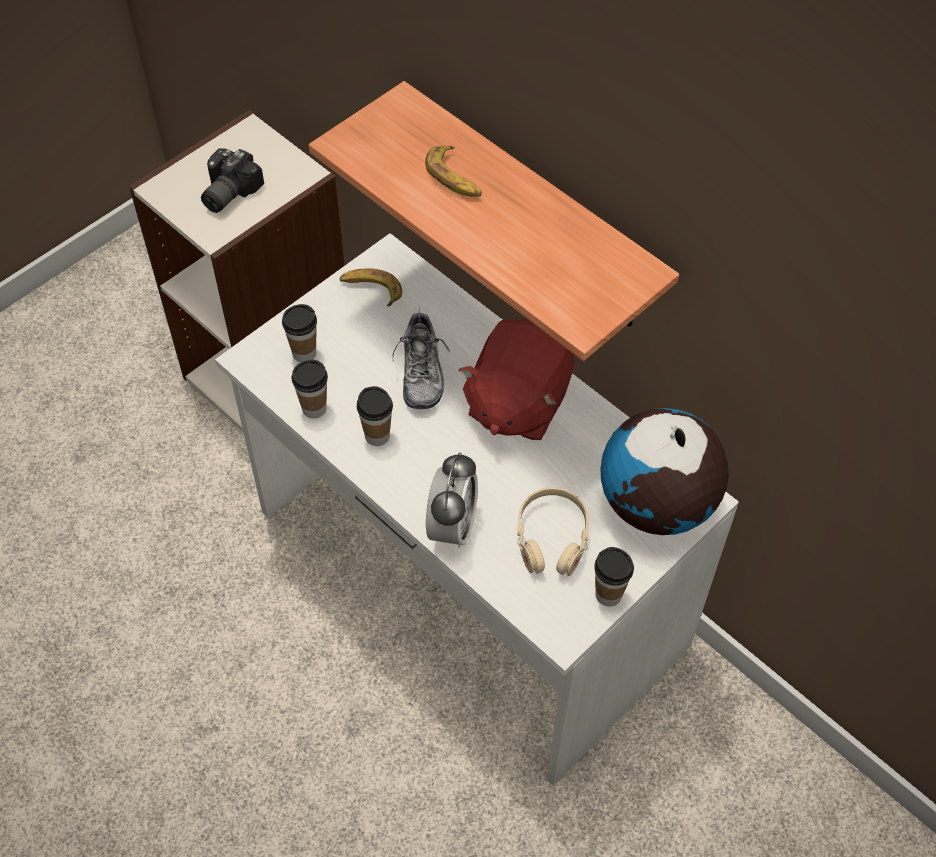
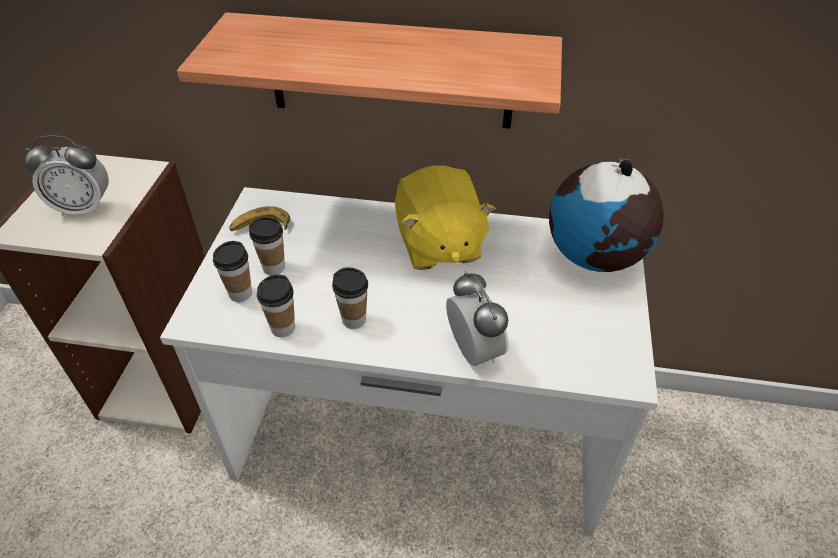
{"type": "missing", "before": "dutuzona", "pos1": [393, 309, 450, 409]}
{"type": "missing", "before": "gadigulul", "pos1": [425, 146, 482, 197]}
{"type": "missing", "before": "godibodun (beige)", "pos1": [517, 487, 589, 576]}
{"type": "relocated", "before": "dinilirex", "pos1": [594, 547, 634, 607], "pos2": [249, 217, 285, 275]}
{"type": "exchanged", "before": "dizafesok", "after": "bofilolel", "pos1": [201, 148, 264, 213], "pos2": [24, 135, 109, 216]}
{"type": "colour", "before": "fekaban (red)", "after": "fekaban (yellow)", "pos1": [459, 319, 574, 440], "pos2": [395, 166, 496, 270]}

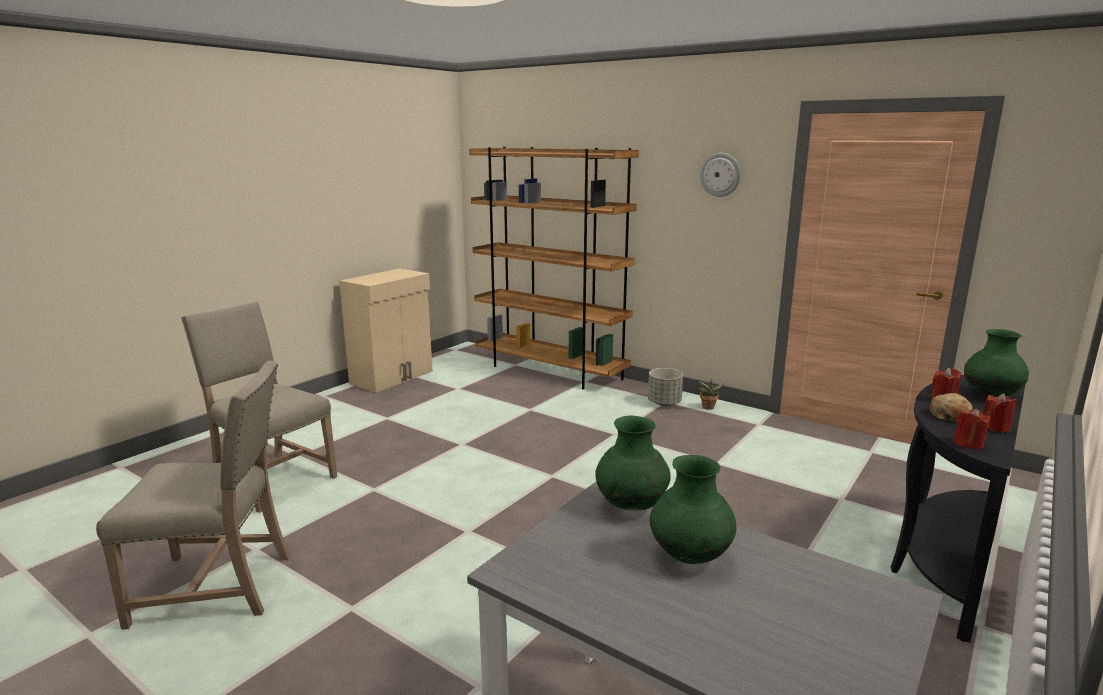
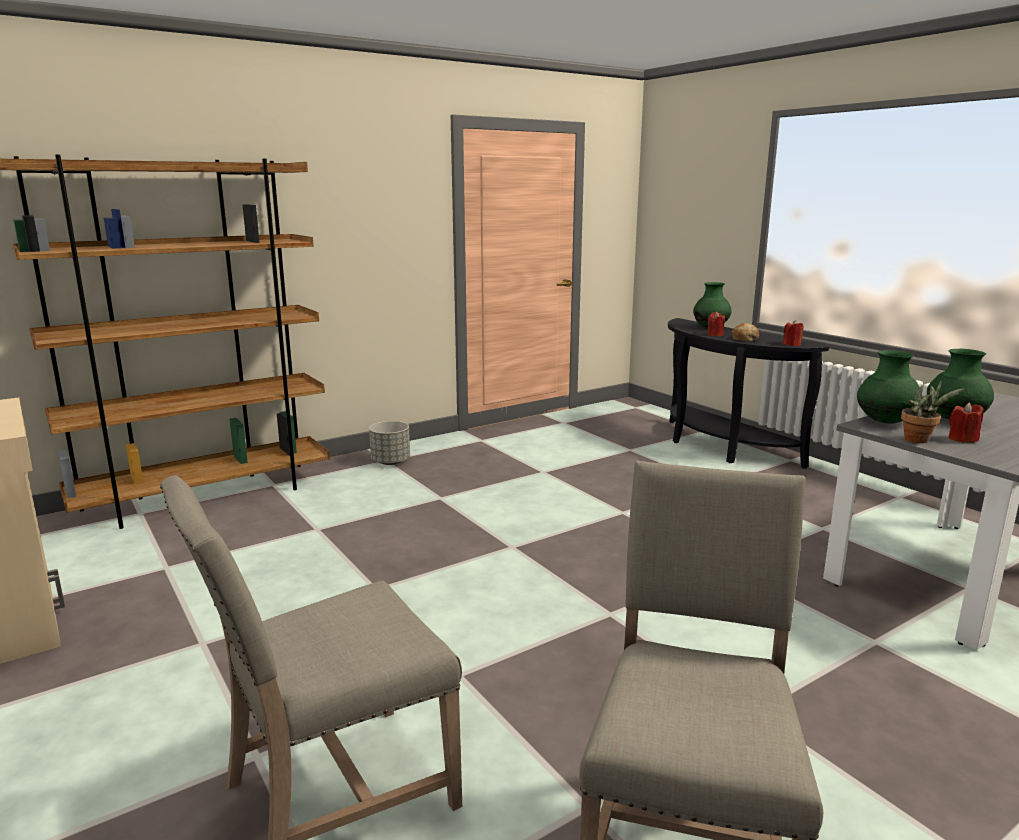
{"type": "missing", "before": "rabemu", "pos1": [700, 153, 741, 197]}
{"type": "relocated", "before": "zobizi", "pos1": [698, 378, 725, 410], "pos2": [901, 380, 964, 443]}
{"type": "relocated", "before": "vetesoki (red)", "pos1": [983, 393, 1017, 433], "pos2": [948, 403, 984, 443]}

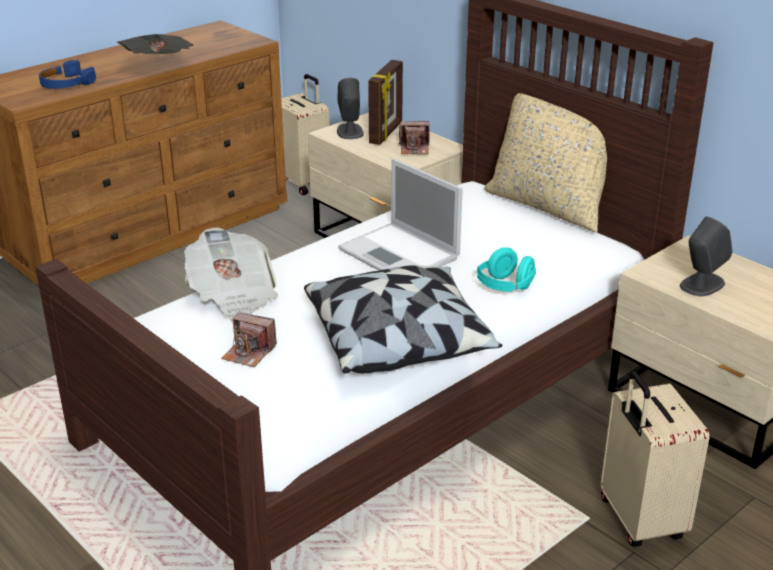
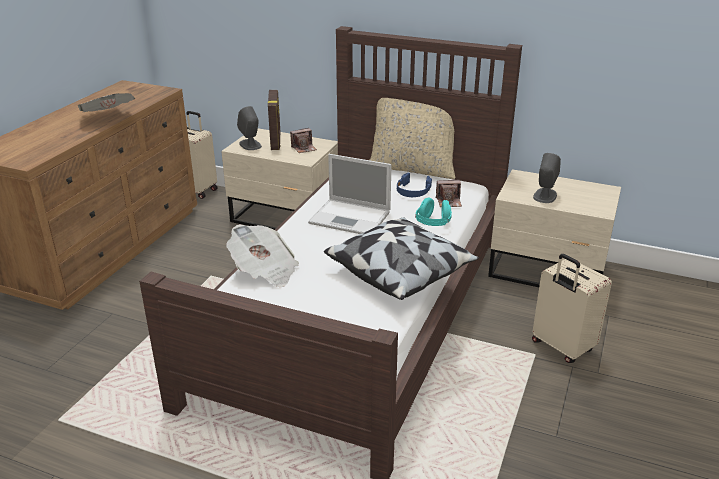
{"type": "relocated", "before": "godibodun (blue)", "pos1": [39, 60, 96, 89], "pos2": [397, 173, 432, 197]}
{"type": "relocated", "before": "dizafesok", "pos1": [221, 312, 277, 367], "pos2": [435, 180, 462, 207]}

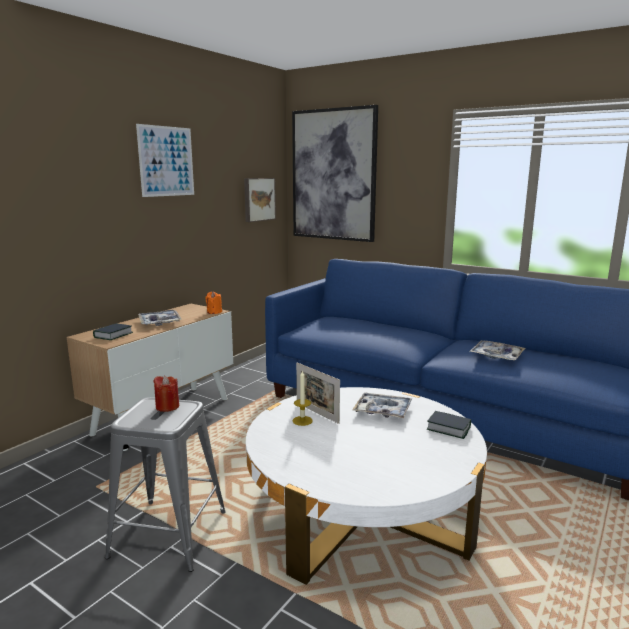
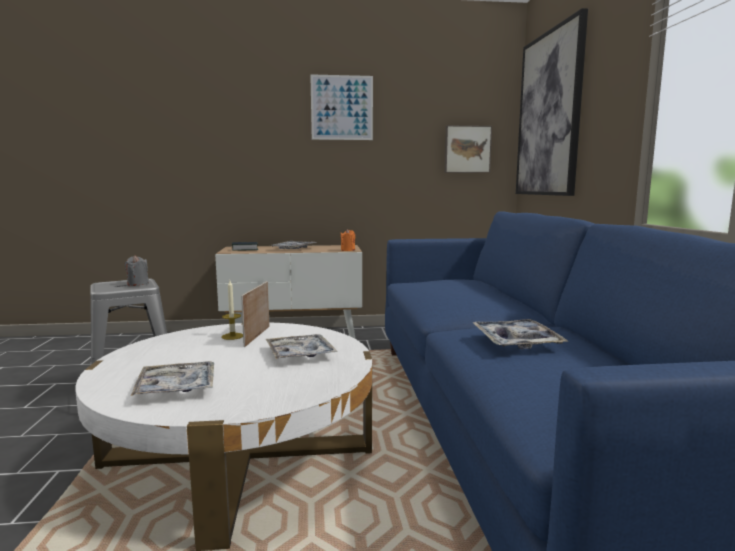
{"type": "missing", "before": "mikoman", "pos1": [427, 411, 471, 439]}
{"type": "appeared", "after": "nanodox", "pos2": [131, 361, 214, 396]}
{"type": "colour", "before": "vetesoki (red)", "after": "vetesoki (grey)", "pos1": [153, 376, 179, 412], "pos2": [125, 255, 149, 286]}

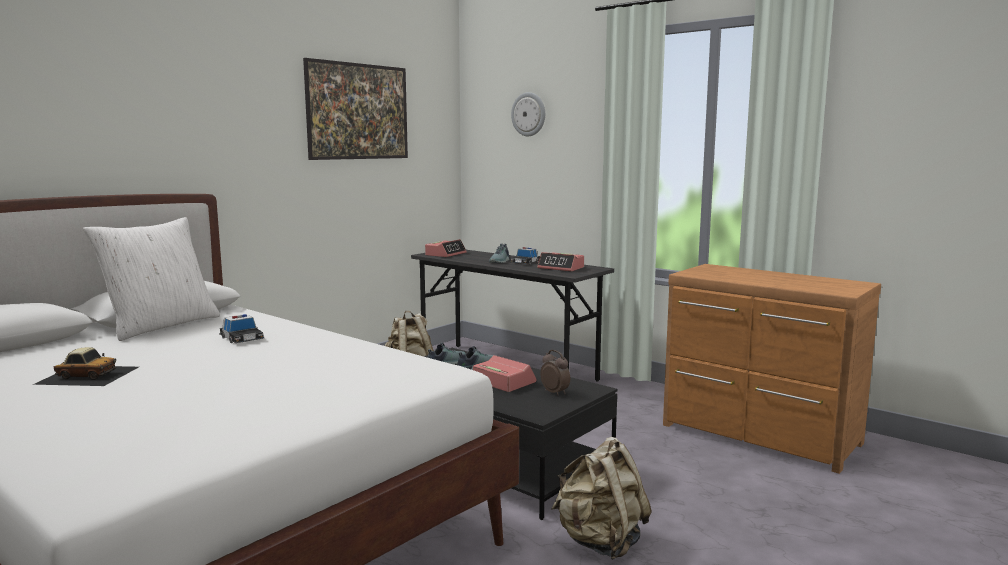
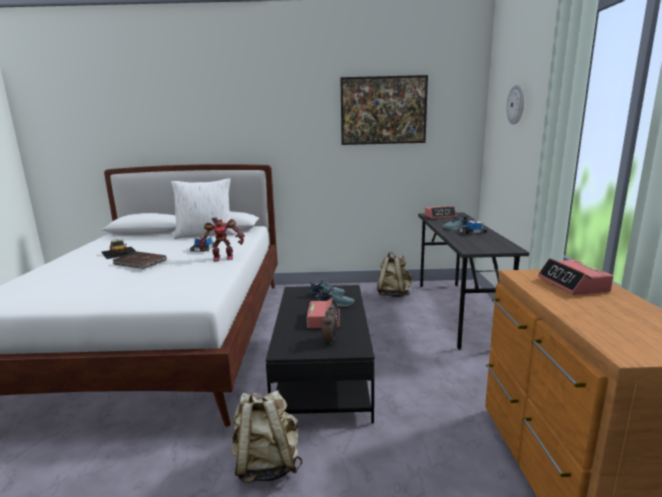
{"type": "appeared", "after": "mikoman (brown)", "pos2": [112, 252, 167, 269]}
{"type": "appeared", "after": "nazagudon", "pos2": [199, 217, 245, 261]}
{"type": "relocated", "before": "bofilolel", "pos1": [537, 252, 584, 272], "pos2": [538, 258, 613, 295]}

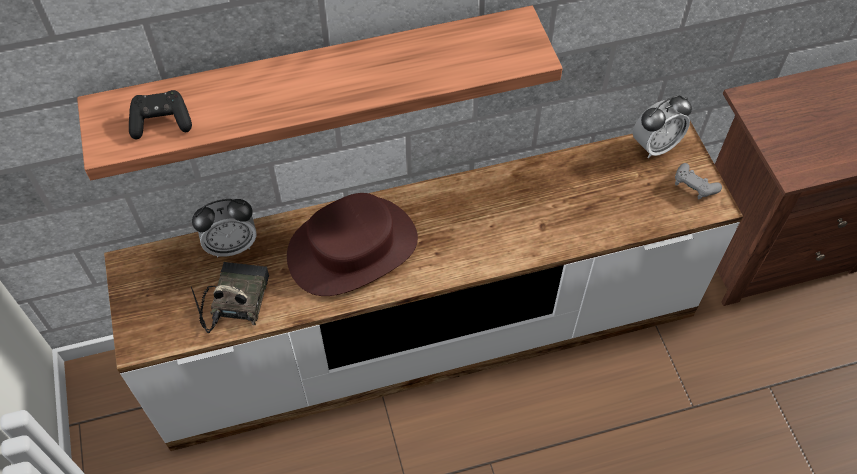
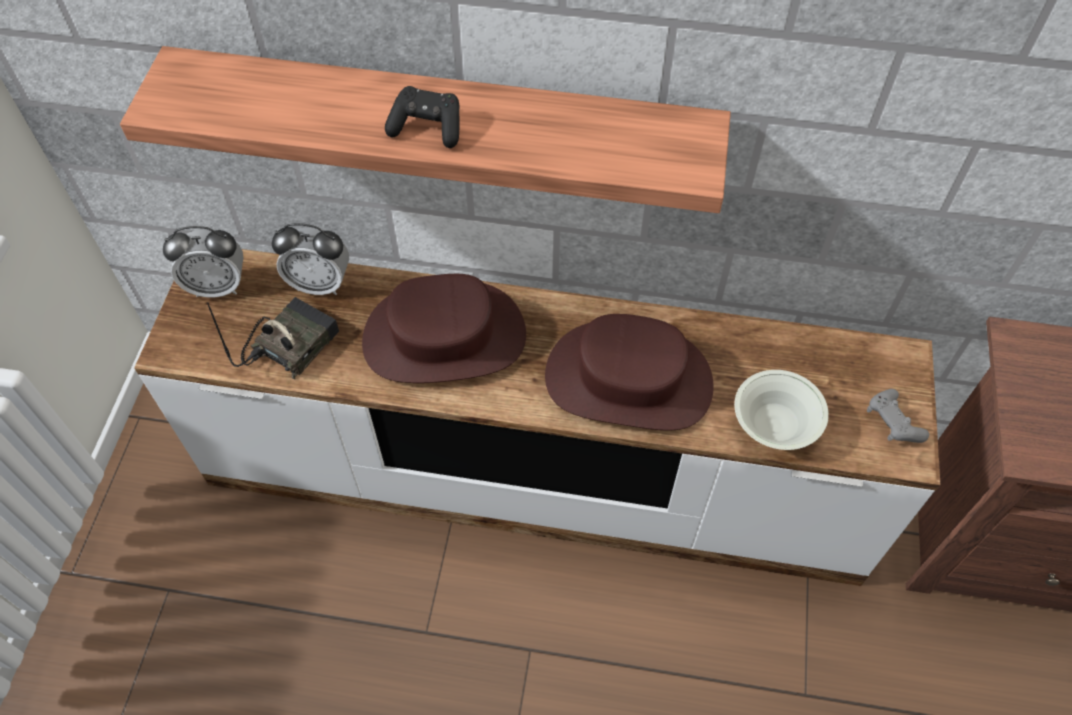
{"type": "appeared", "after": "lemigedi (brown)", "pos2": [545, 314, 714, 430]}
{"type": "appeared", "after": "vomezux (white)", "pos2": [734, 370, 829, 450]}
{"type": "relocated", "before": "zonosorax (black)", "pos1": [129, 90, 192, 140], "pos2": [385, 86, 459, 148]}
{"type": "relocated", "before": "bofilolel", "pos1": [633, 95, 692, 158], "pos2": [163, 226, 243, 298]}

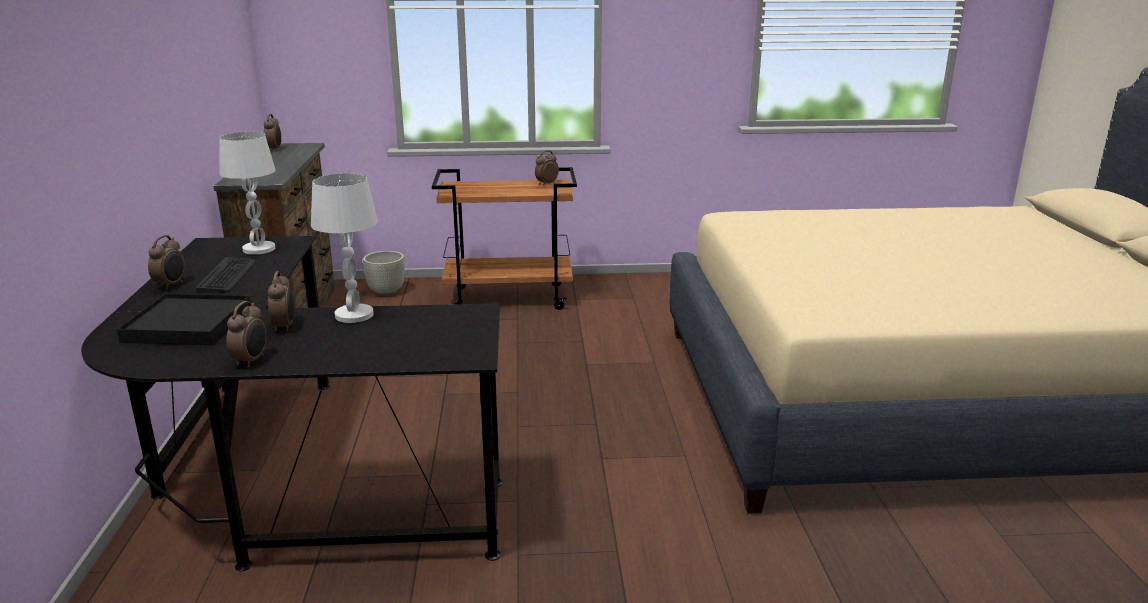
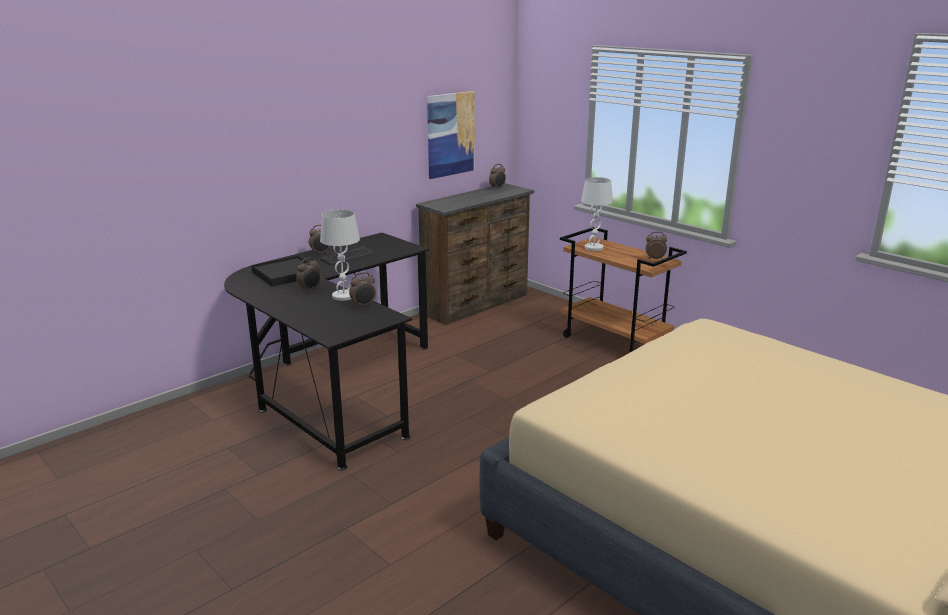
{"type": "missing", "before": "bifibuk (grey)", "pos1": [363, 251, 405, 296]}
{"type": "appeared", "after": "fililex", "pos2": [427, 91, 475, 179]}
{"type": "relocated", "before": "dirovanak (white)", "pos1": [219, 132, 276, 255], "pos2": [581, 177, 613, 251]}
{"type": "relocated", "before": "bofilolel", "pos1": [226, 301, 266, 368], "pos2": [349, 272, 376, 308]}

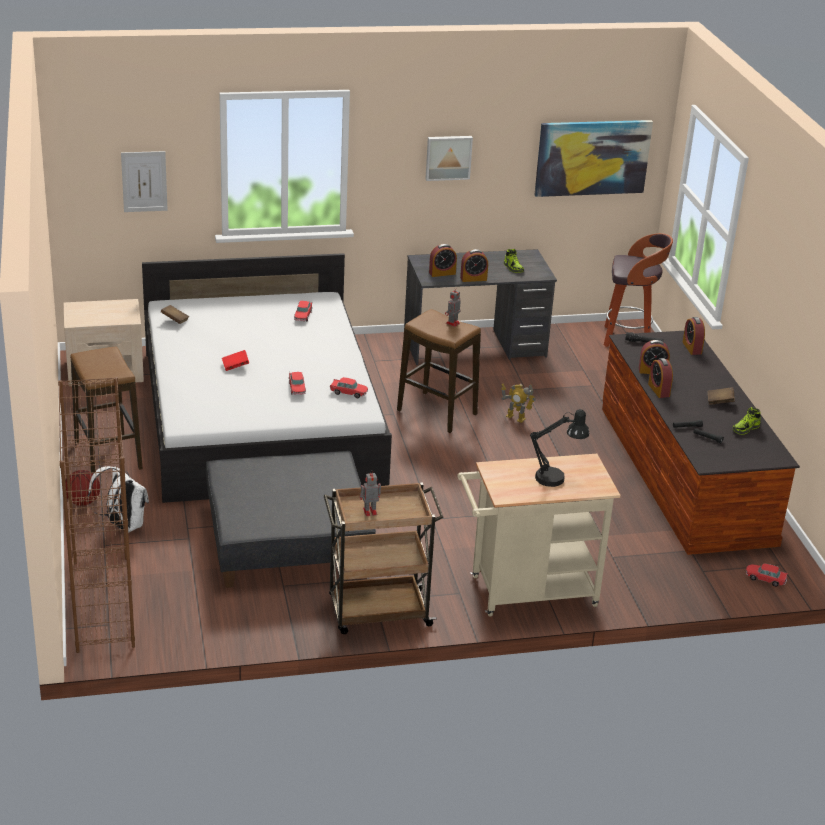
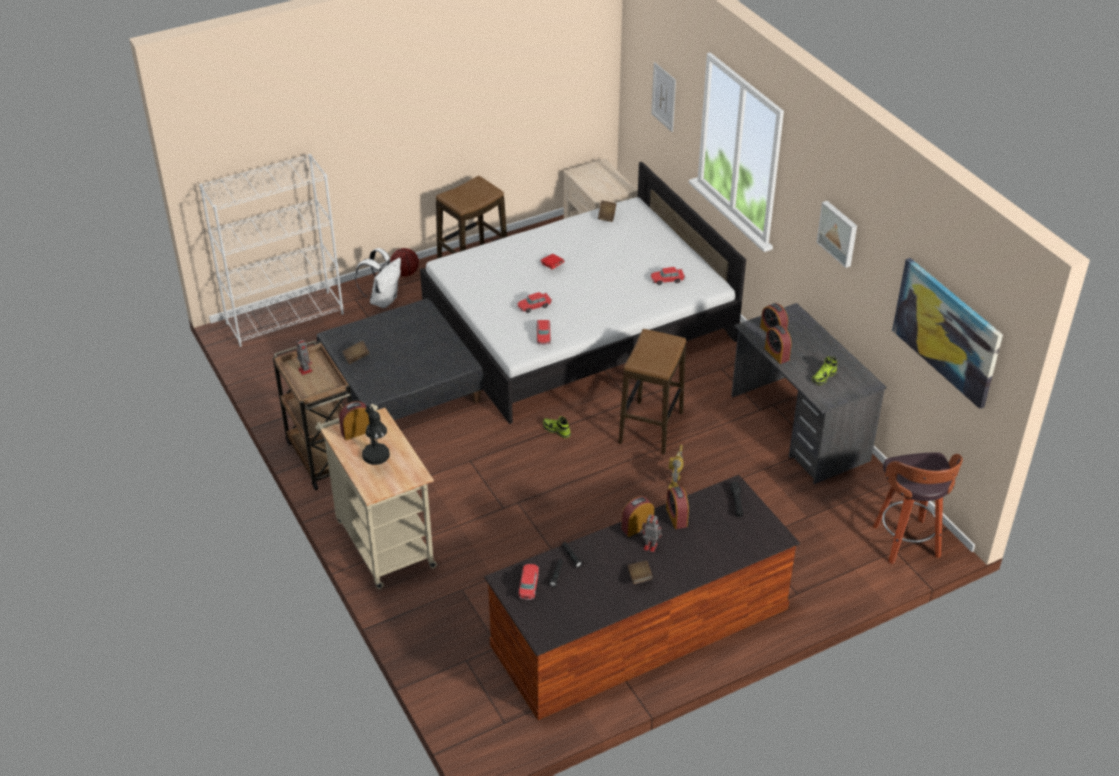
{"type": "appeared", "after": "mikoman (brown)", "pos2": [342, 340, 370, 364]}
{"type": "relocated", "before": "nazagudon", "pos1": [445, 287, 461, 327], "pos2": [640, 515, 662, 552]}
{"type": "relocated", "before": "bofilolel", "pos1": [683, 317, 705, 355], "pos2": [339, 401, 369, 440]}
{"type": "relocated", "before": "dutuzona", "pos1": [733, 407, 761, 435], "pos2": [543, 416, 571, 438]}
{"type": "relocated", "before": "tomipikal", "pos1": [746, 563, 788, 587], "pos2": [518, 564, 539, 600]}
{"type": "colour", "before": "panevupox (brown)", "after": "panevupox (white)", "pos1": [58, 377, 135, 653], "pos2": [199, 154, 344, 347]}

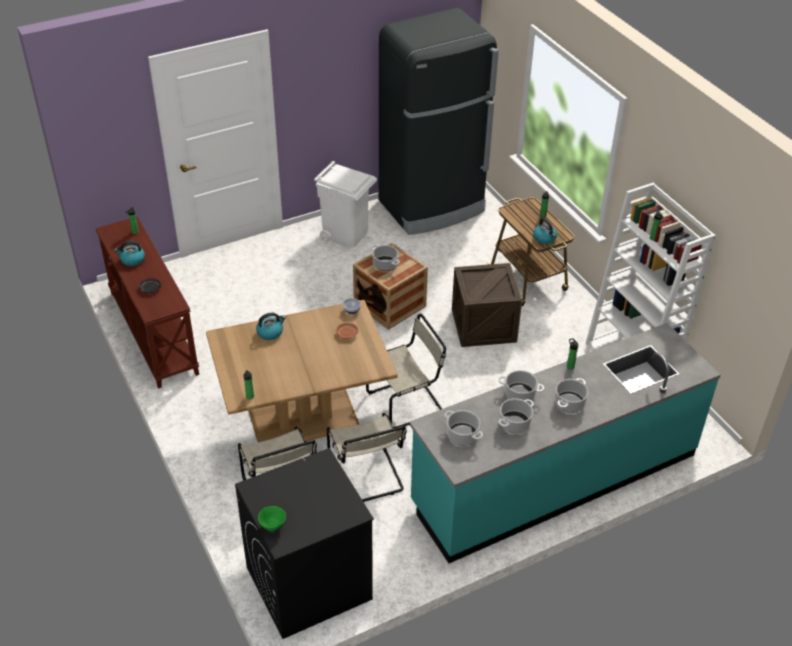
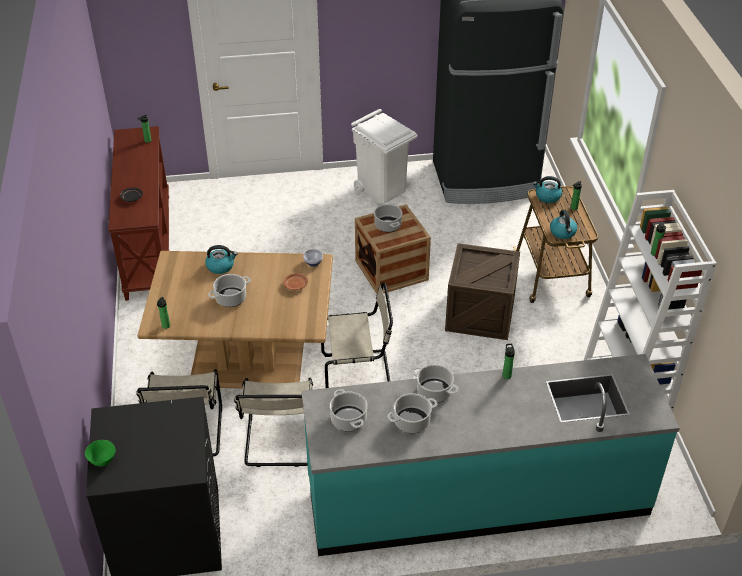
{"type": "relocated", "before": "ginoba", "pos1": [114, 241, 145, 266], "pos2": [533, 176, 562, 203]}
{"type": "relocated", "before": "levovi", "pos1": [555, 378, 588, 413], "pos2": [208, 274, 251, 307]}

